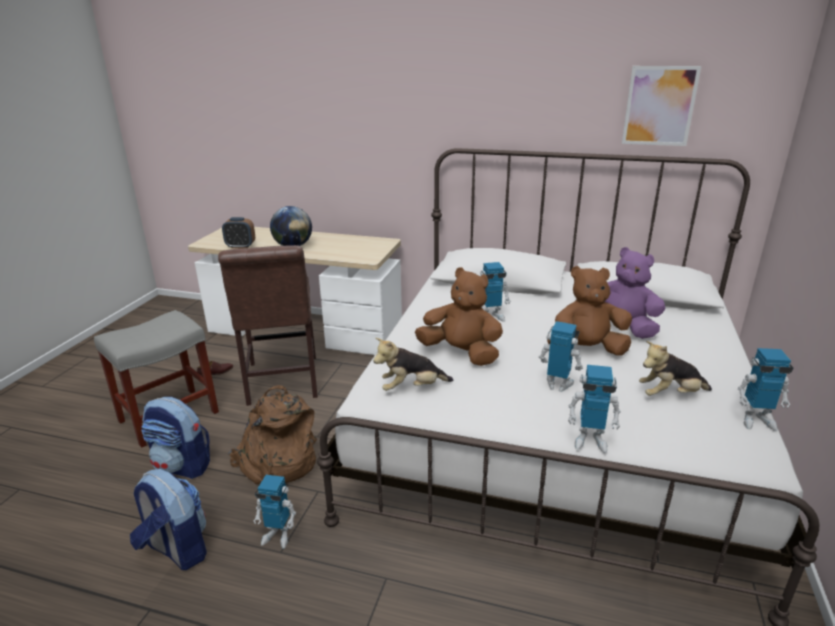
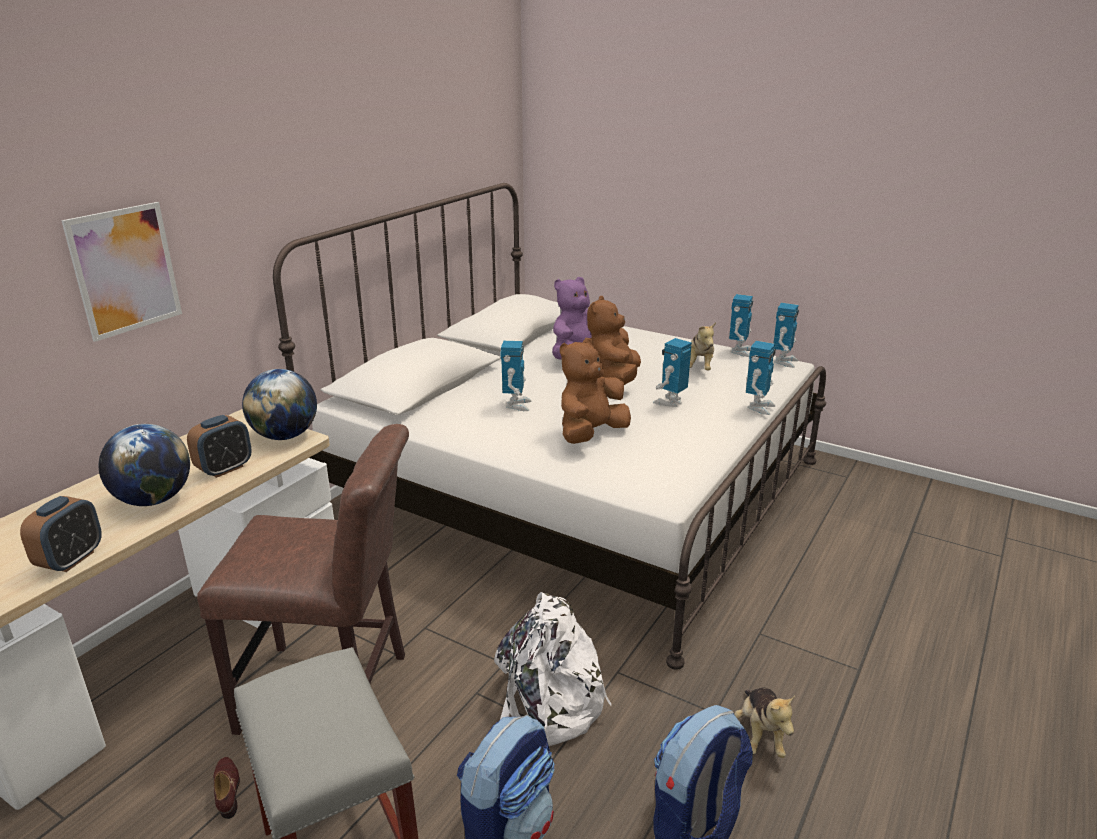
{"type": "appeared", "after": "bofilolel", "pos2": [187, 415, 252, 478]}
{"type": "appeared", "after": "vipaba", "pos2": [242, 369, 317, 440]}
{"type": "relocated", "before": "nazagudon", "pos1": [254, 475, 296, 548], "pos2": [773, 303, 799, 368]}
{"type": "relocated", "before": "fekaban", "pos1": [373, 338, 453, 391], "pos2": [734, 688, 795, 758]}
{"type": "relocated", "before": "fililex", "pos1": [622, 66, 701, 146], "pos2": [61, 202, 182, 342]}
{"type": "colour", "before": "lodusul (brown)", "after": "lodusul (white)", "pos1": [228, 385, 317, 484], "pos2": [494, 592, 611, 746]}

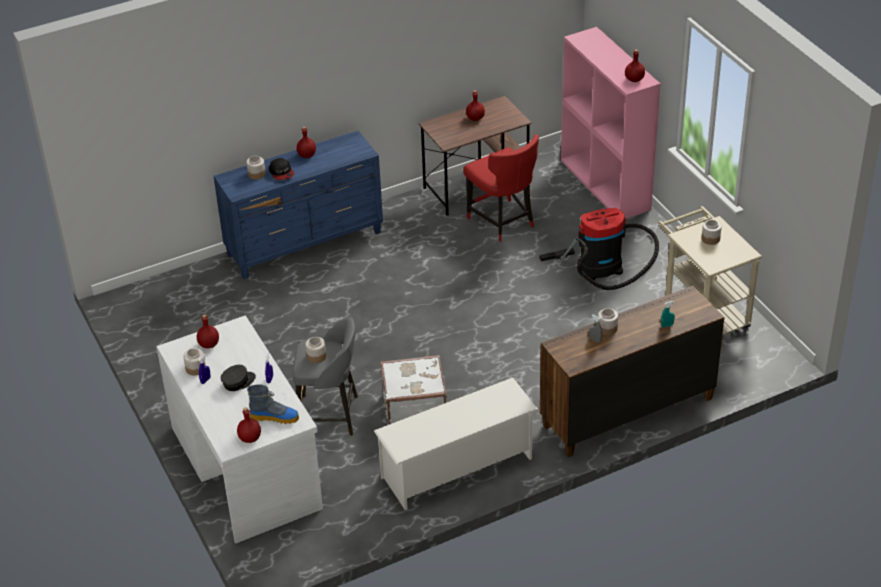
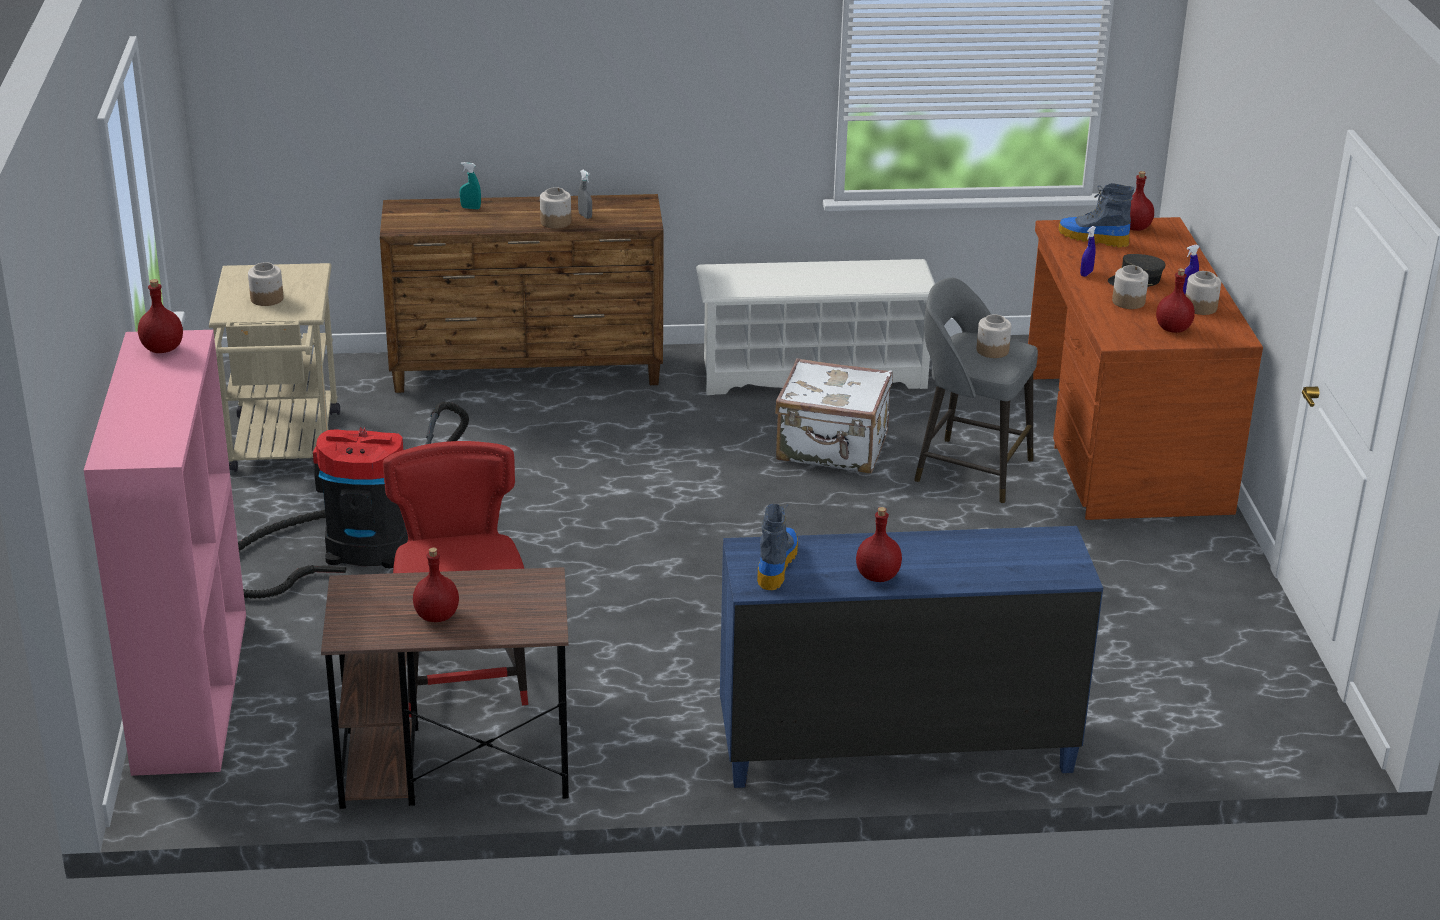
{"type": "missing", "before": "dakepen", "pos1": [269, 158, 294, 180]}
{"type": "appeared", "after": "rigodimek", "pos2": [757, 504, 798, 590]}
{"type": "relocated", "before": "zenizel", "pos1": [246, 156, 266, 180], "pos2": [1112, 265, 1149, 309]}
{"type": "colour", "before": "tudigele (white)", "after": "tudigele (brown)", "pos1": [156, 315, 323, 544], "pos2": [1028, 217, 1263, 520]}

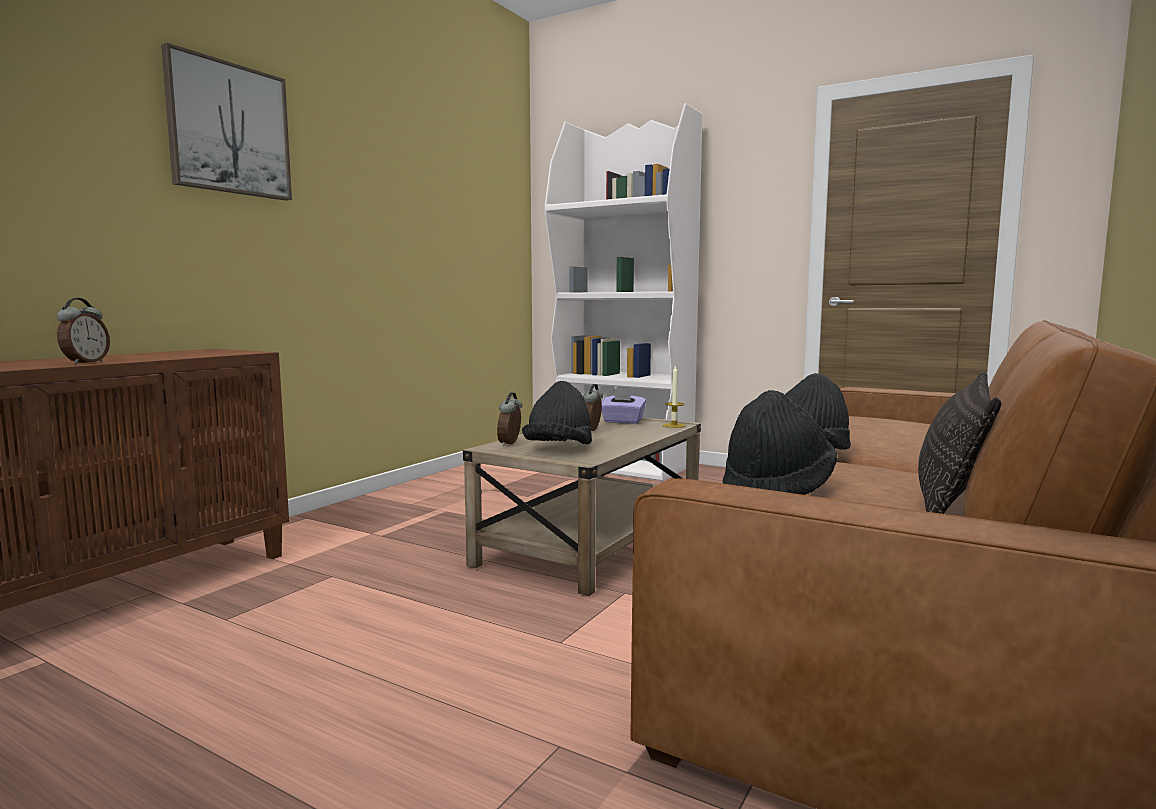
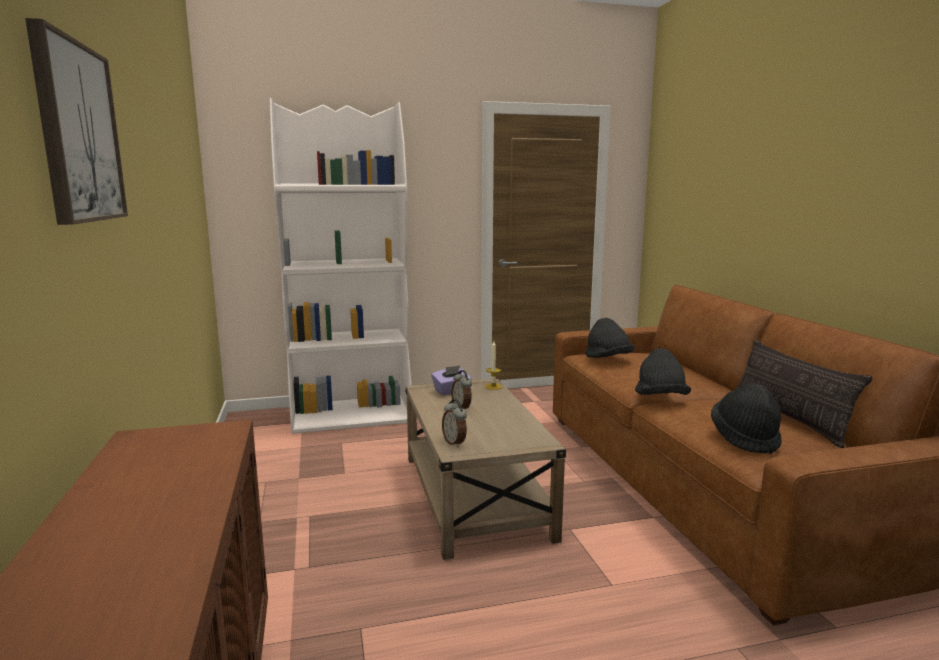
{"type": "missing", "before": "bofilolel", "pos1": [57, 298, 110, 364]}
{"type": "relocated", "before": "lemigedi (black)", "pos1": [522, 381, 592, 444], "pos2": [585, 318, 635, 358]}

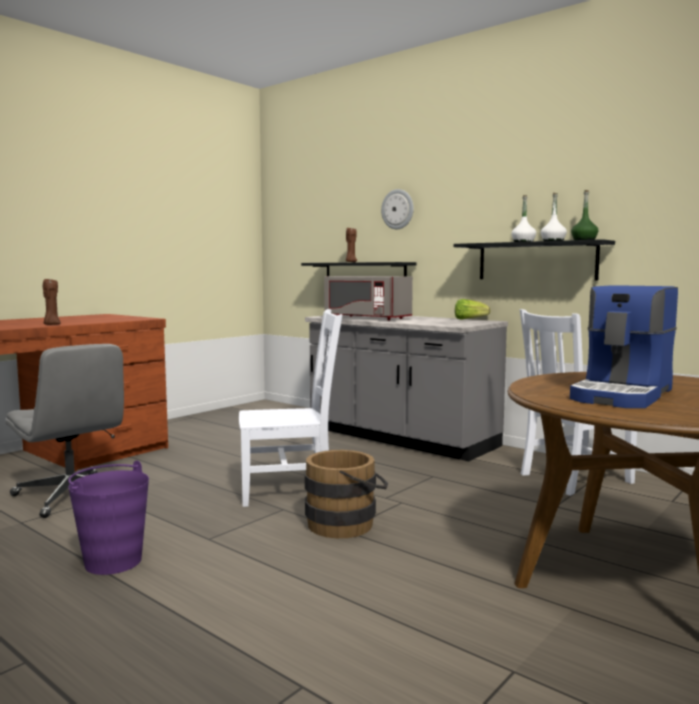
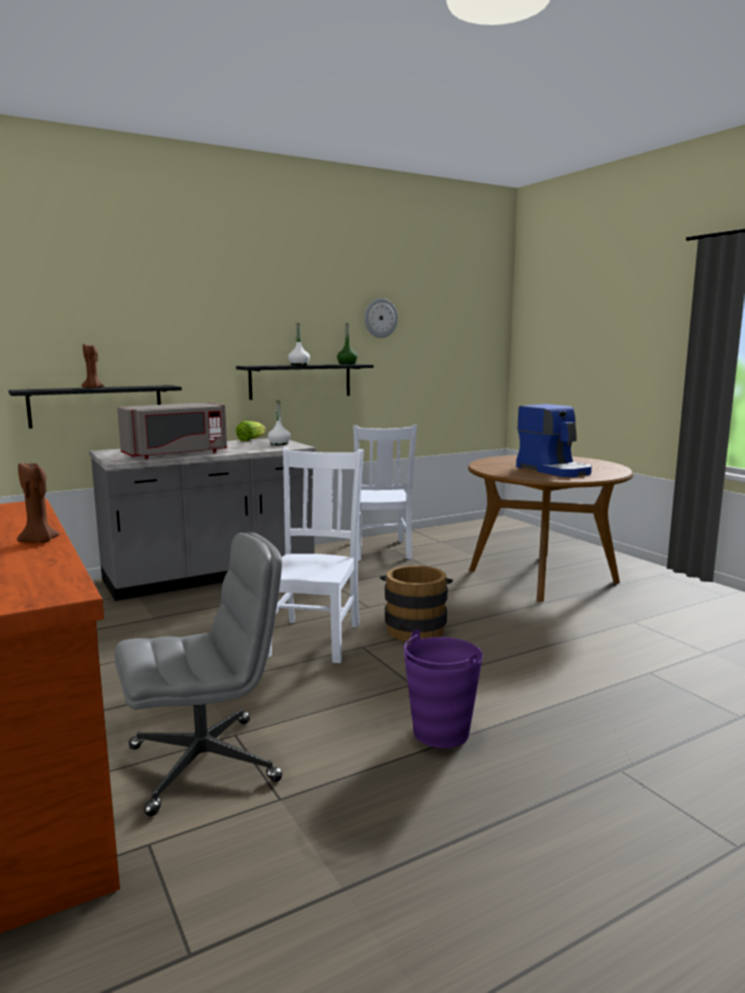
{"type": "relocated", "before": "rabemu", "pos1": [381, 189, 414, 229], "pos2": [364, 298, 398, 338]}
{"type": "relocated", "before": "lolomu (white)", "pos1": [541, 193, 567, 241], "pos2": [268, 400, 291, 445]}

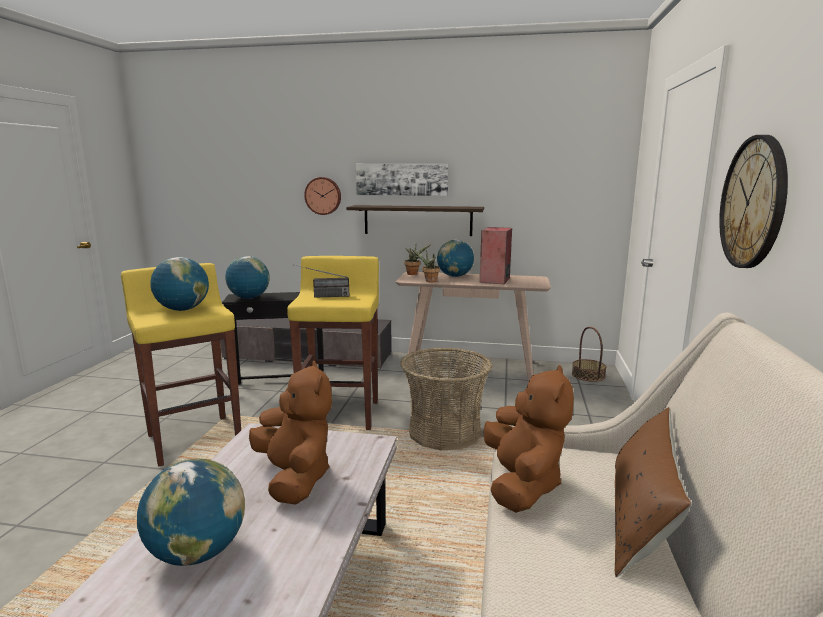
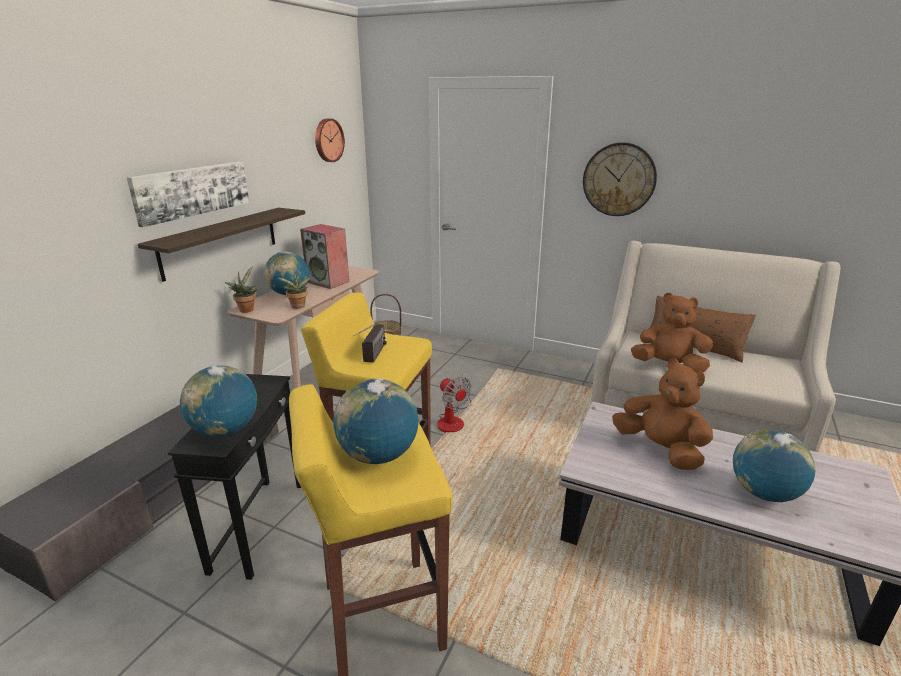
{"type": "relocated", "before": "rabemu", "pos1": [304, 177, 341, 215], "pos2": [315, 119, 345, 162]}
{"type": "exchanged", "before": "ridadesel", "after": "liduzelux", "pos1": [400, 347, 492, 450], "pos2": [437, 372, 472, 433]}
{"type": "spun", "before": "fekaban (brown)", "pos1": [249, 361, 332, 505], "pos2": [612, 358, 713, 470], "turn": 60}

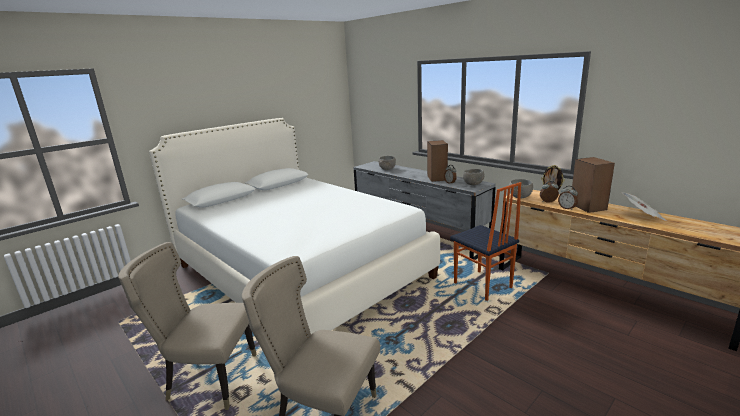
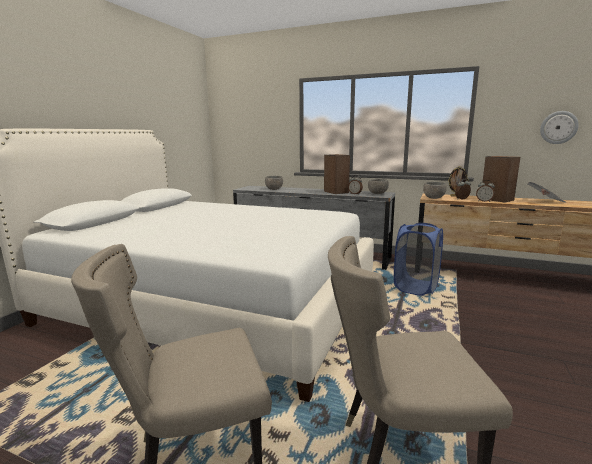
{"type": "appeared", "after": "rabemu", "pos2": [540, 111, 579, 144]}
{"type": "exchanged", "before": "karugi", "after": "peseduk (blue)", "pos1": [450, 182, 521, 301], "pos2": [394, 223, 443, 296]}

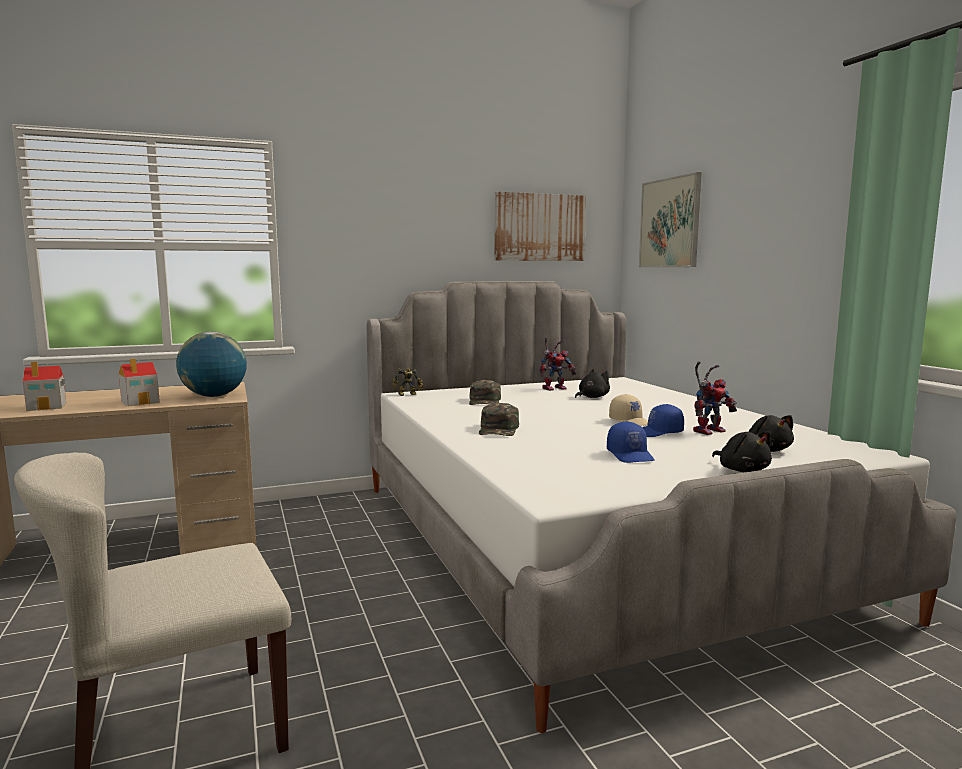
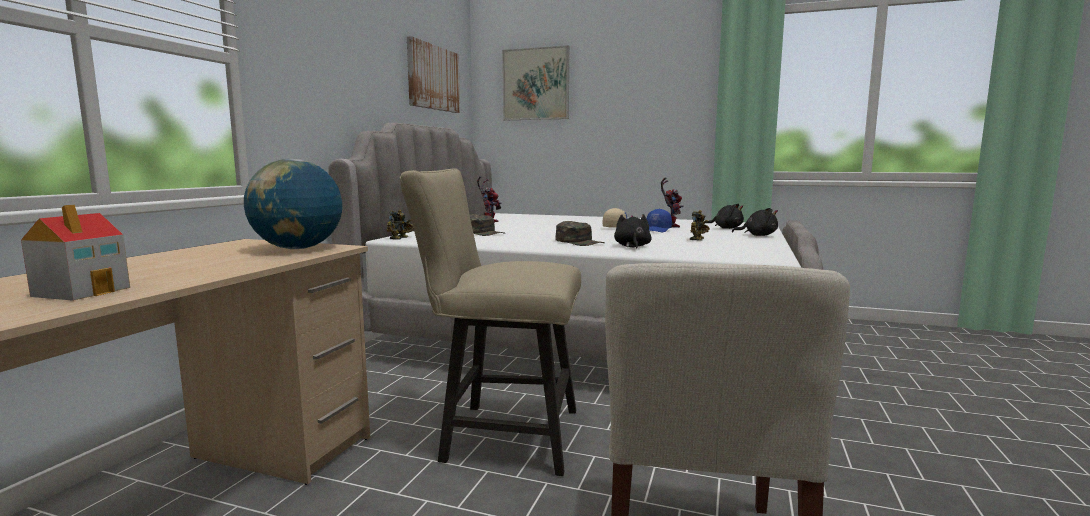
{"type": "missing", "before": "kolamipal", "pos1": [119, 358, 160, 406]}
{"type": "appeared", "after": "karugi (beige)", "pos2": [399, 168, 581, 476]}
{"type": "relocated", "before": "fekaban (black)", "pos1": [575, 369, 610, 398], "pos2": [614, 214, 652, 249]}
{"type": "exchanged", "before": "dakepen (blue)", "after": "nazagudon", "pos1": [607, 421, 655, 463], "pos2": [690, 210, 710, 241]}

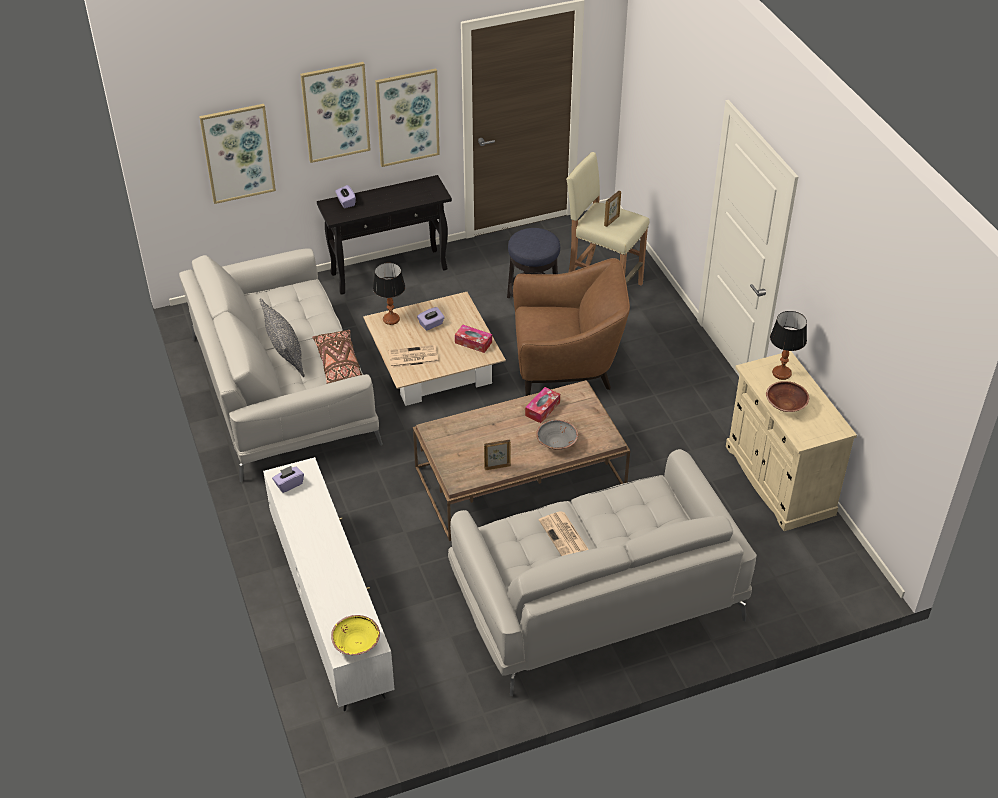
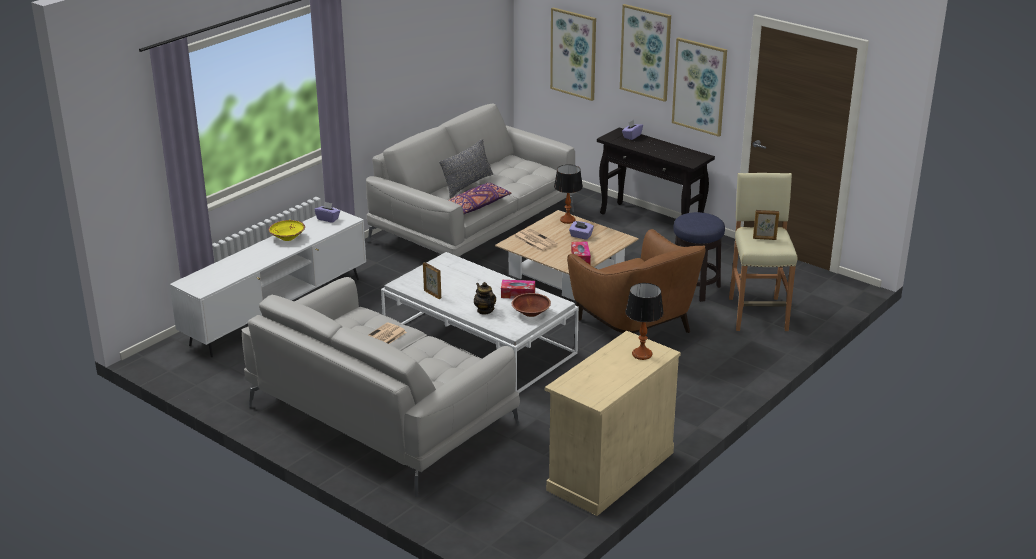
{"type": "relocated", "before": "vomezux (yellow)", "pos1": [331, 615, 380, 655], "pos2": [269, 220, 305, 241]}
{"type": "relocated", "before": "vomezux (brown)", "pos1": [766, 381, 809, 412], "pos2": [511, 293, 551, 317]}
{"type": "exchanged", "before": "vomezux (grey)", "after": "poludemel", "pos1": [536, 420, 578, 450], "pos2": [474, 282, 496, 315]}
{"type": "colour", "before": "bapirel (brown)", "after": "bapirel (purple)", "pos1": [312, 330, 362, 384], "pos2": [449, 183, 511, 214]}
{"type": "colour", "before": "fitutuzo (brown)", "after": "fitutuzo (white)", "pos1": [413, 380, 630, 542], "pos2": [381, 252, 579, 393]}

